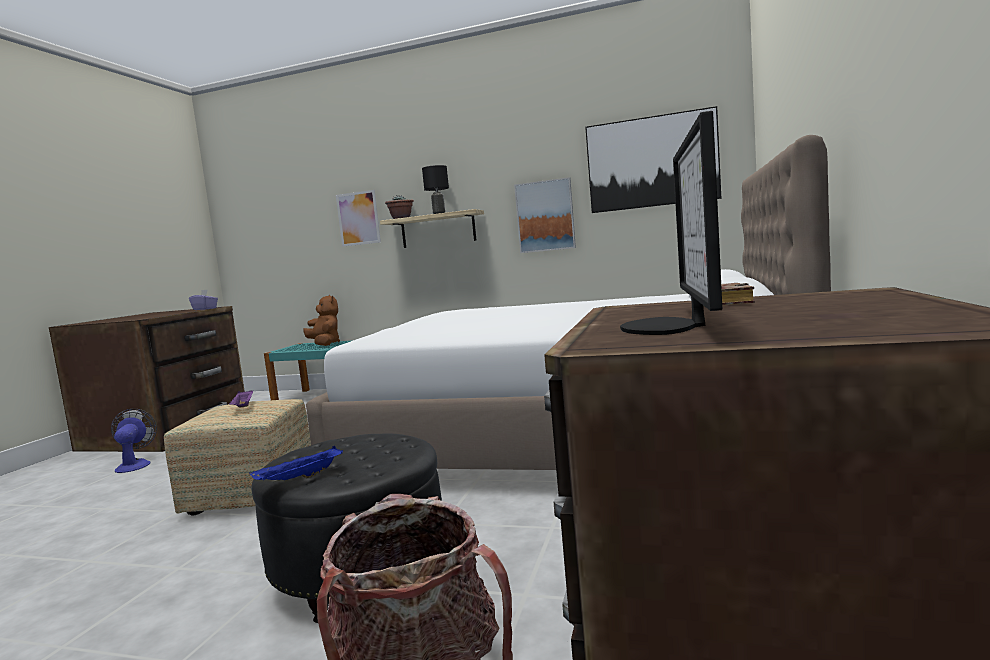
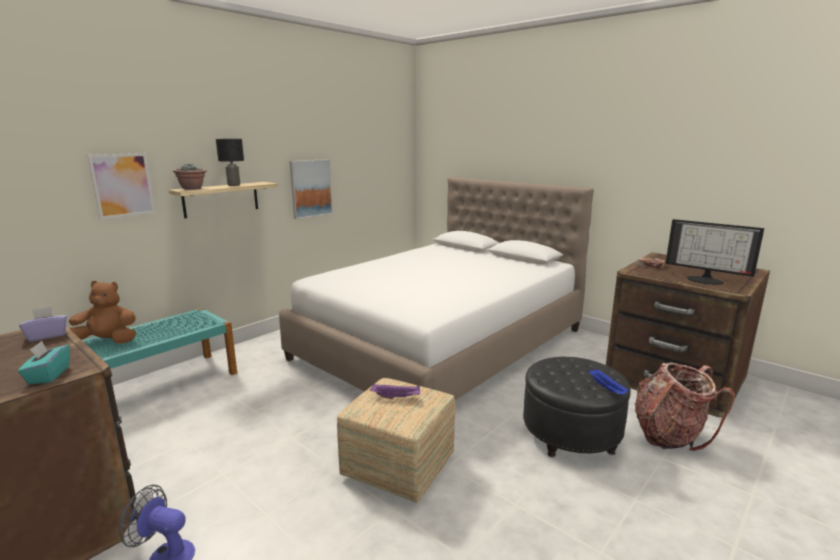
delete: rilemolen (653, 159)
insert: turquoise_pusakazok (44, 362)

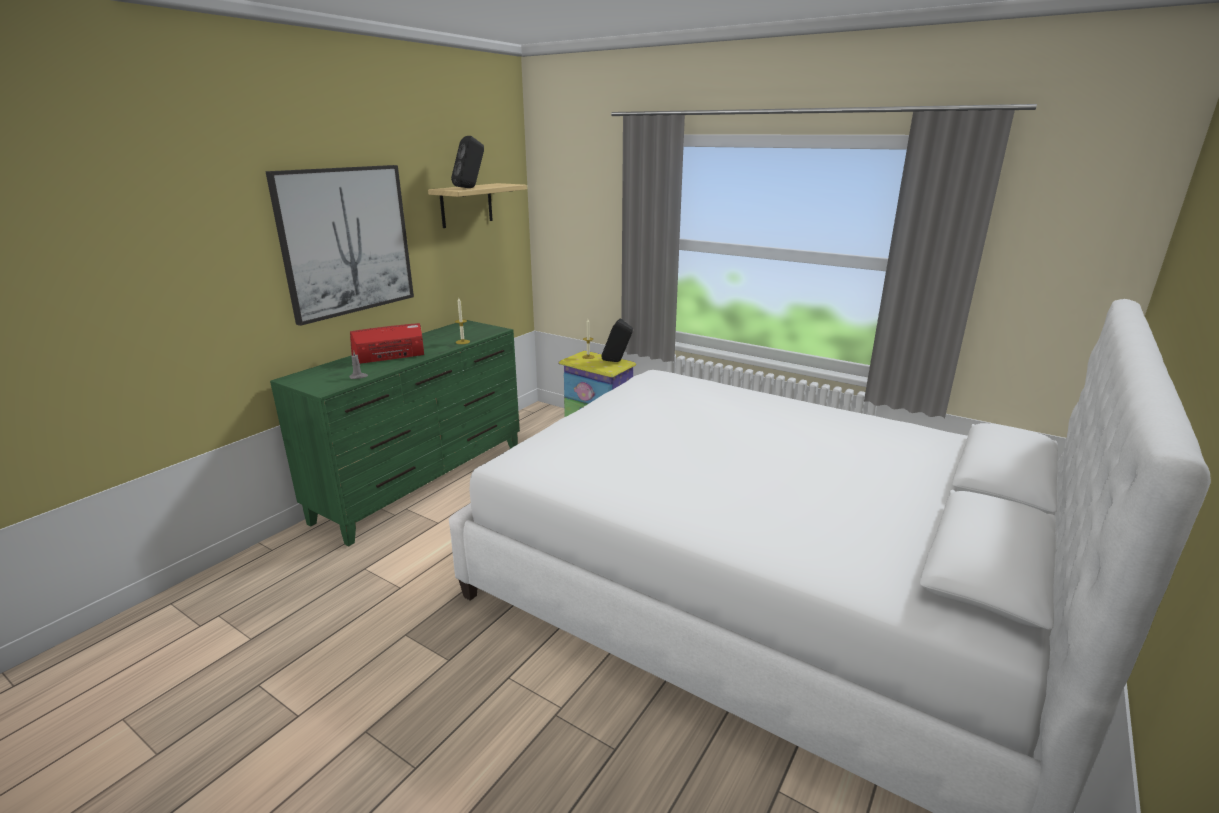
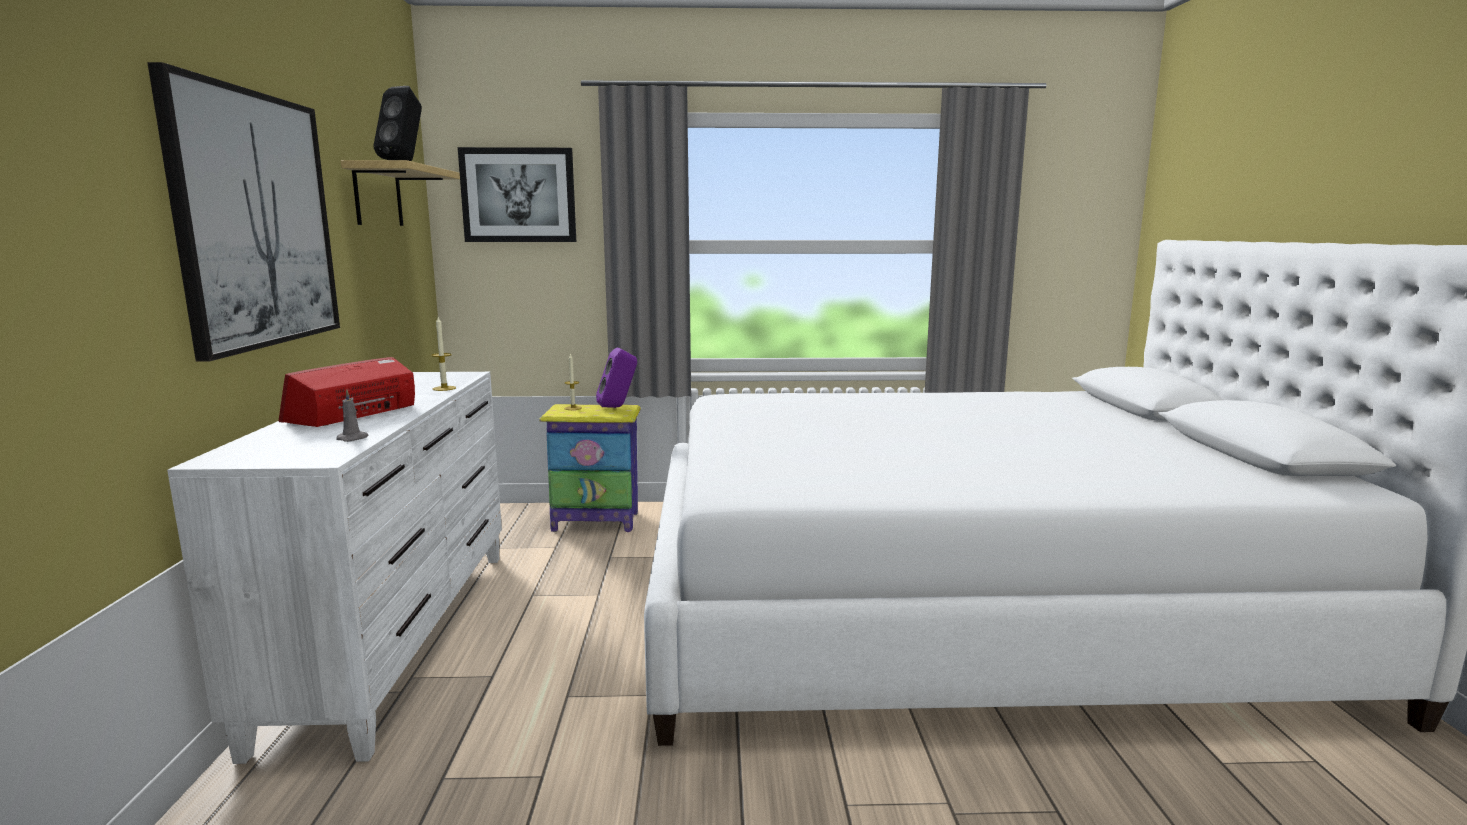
insert: rilemolen (517, 194)
recolor: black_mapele (617, 340) to purple_mapele (616, 378); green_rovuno (395, 433) to white_rovuno (334, 568)

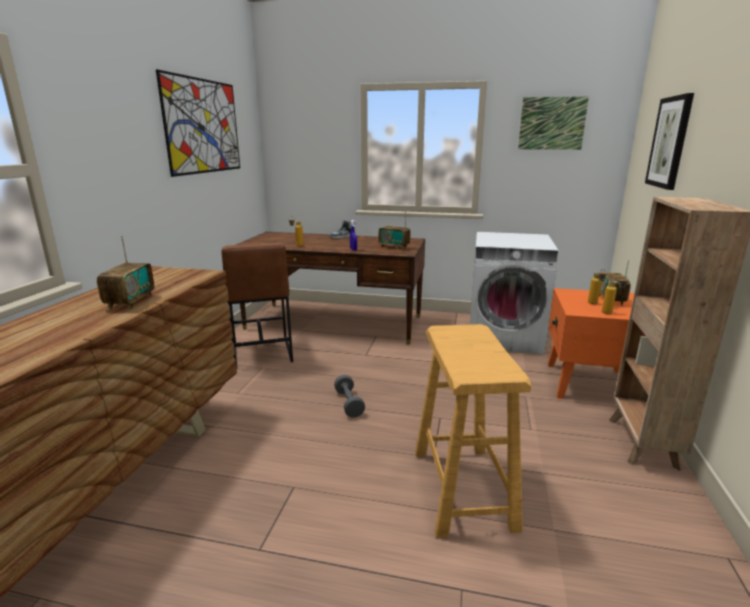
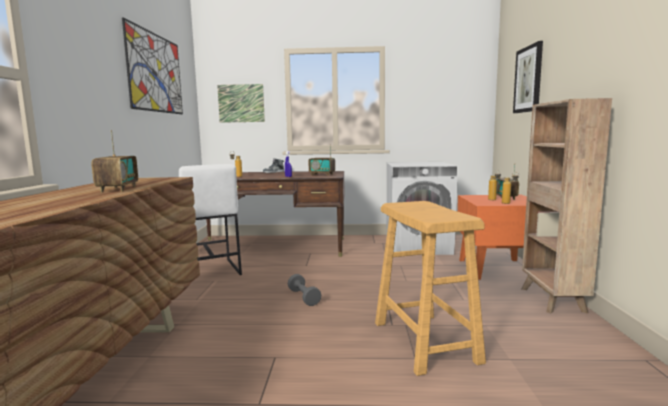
move: rilemolen (553, 123) to (241, 103)
recolor: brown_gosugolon (257, 305) to white_gosugolon (210, 219)

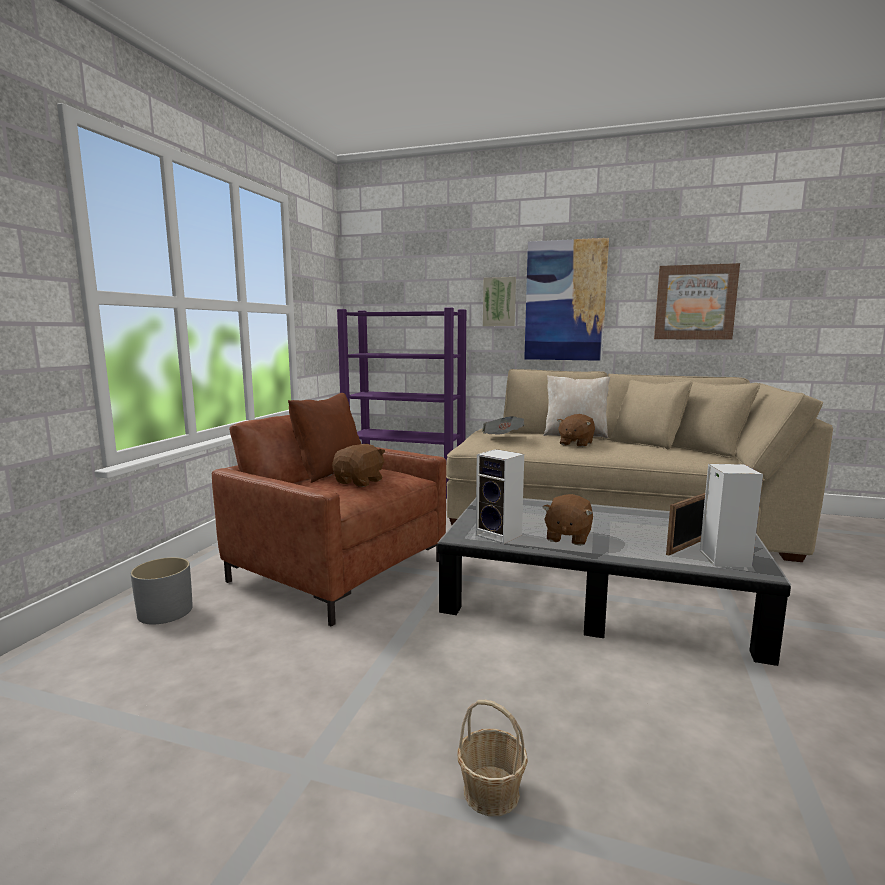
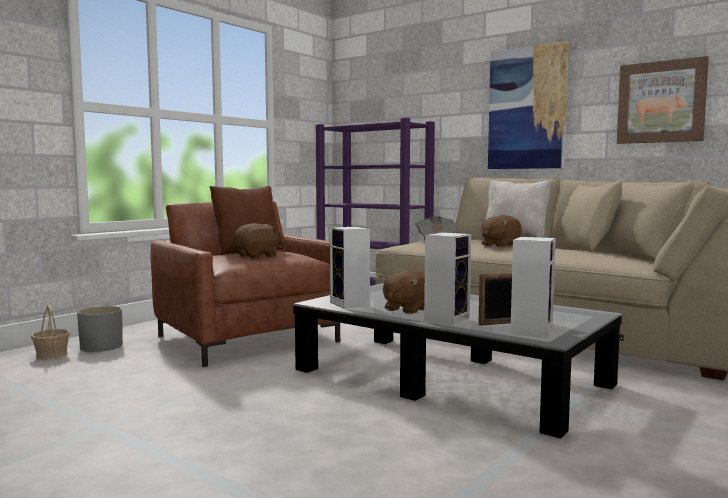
delete: rilemolen (499, 301)
insert: mapele (447, 279)
move: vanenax (493, 758) to (50, 332)

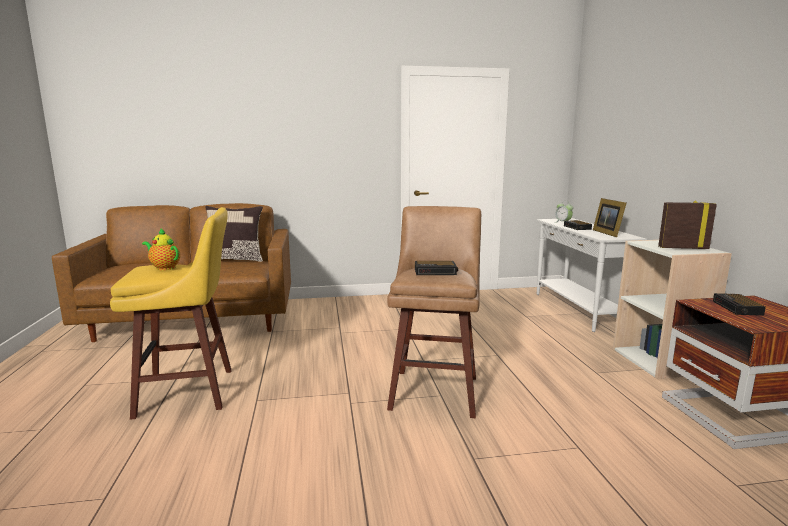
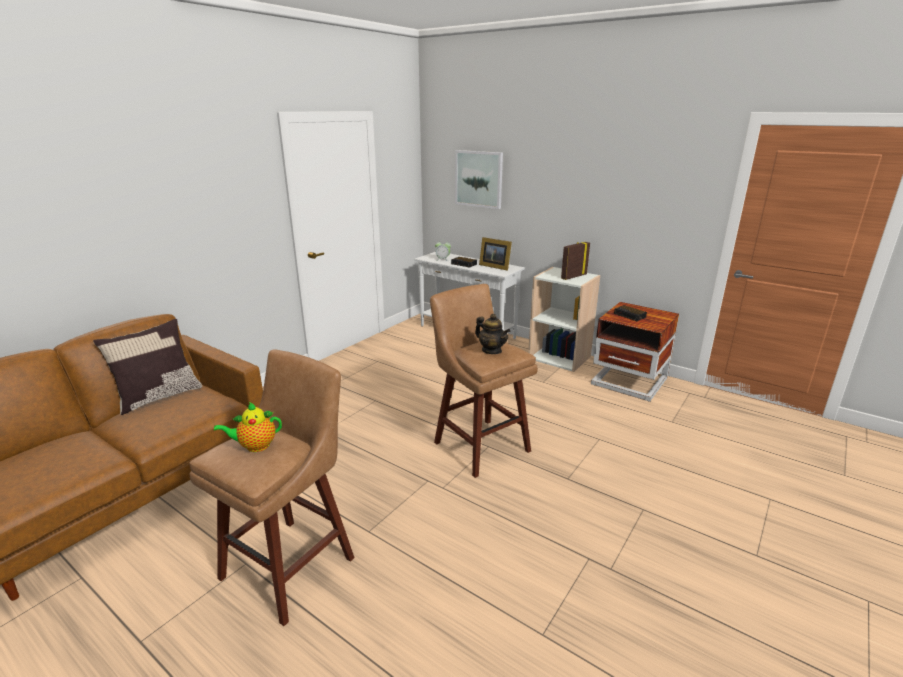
insert: rilemolen (479, 179)
replace: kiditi (436, 268) to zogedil (492, 334)
recolor: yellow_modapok (171, 313) to brown_modapok (272, 488)

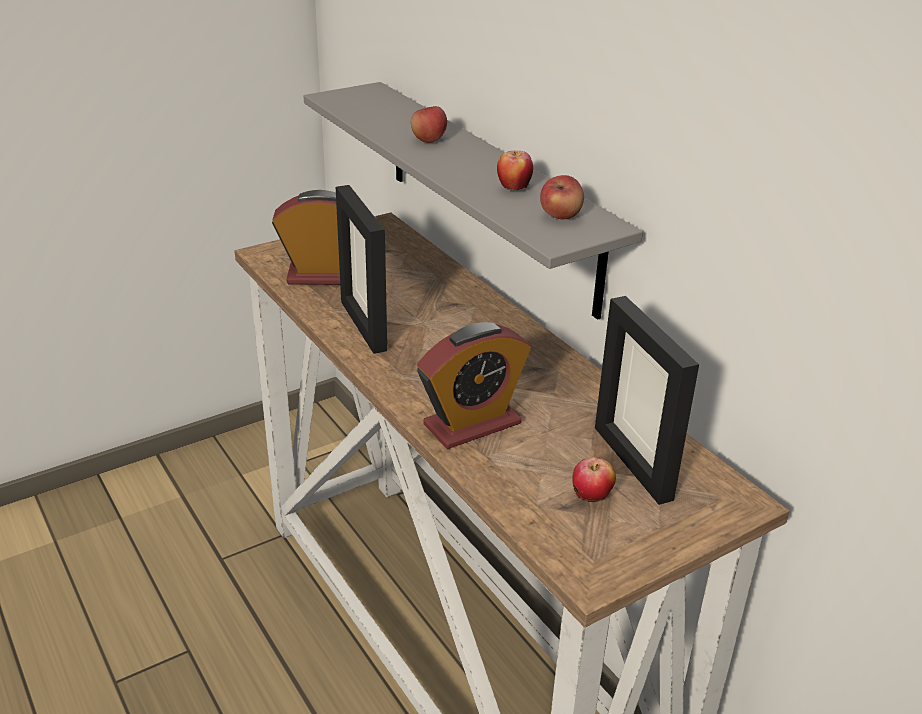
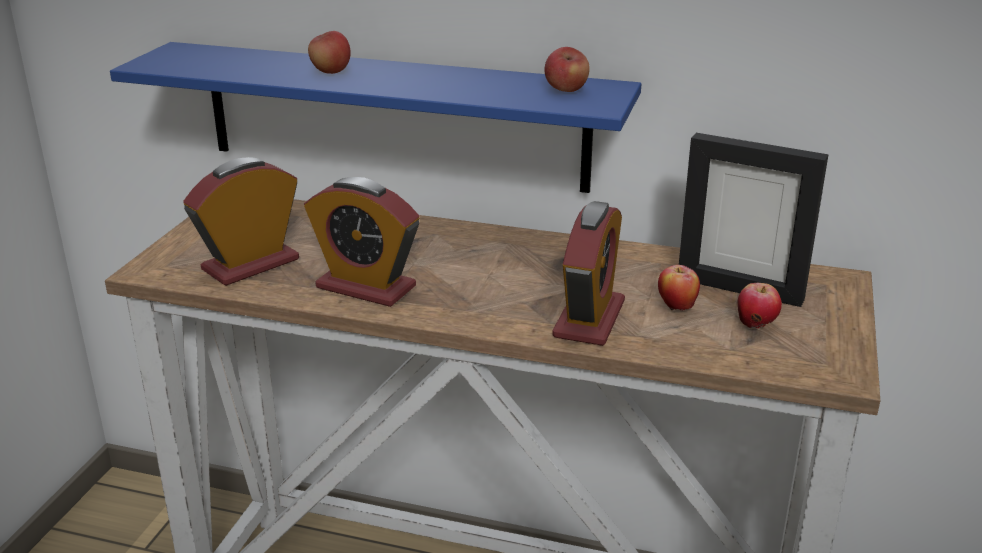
move: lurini (515, 171) to (679, 288)
replace: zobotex (361, 269) to kiditi (361, 242)
recolor: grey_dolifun (473, 201) to blue_dolifun (375, 117)

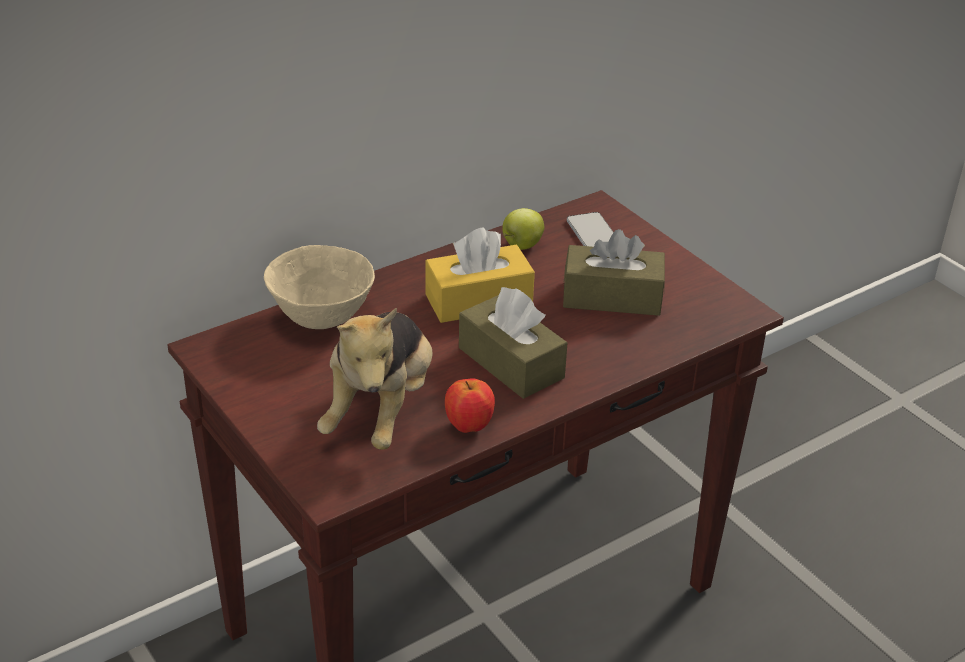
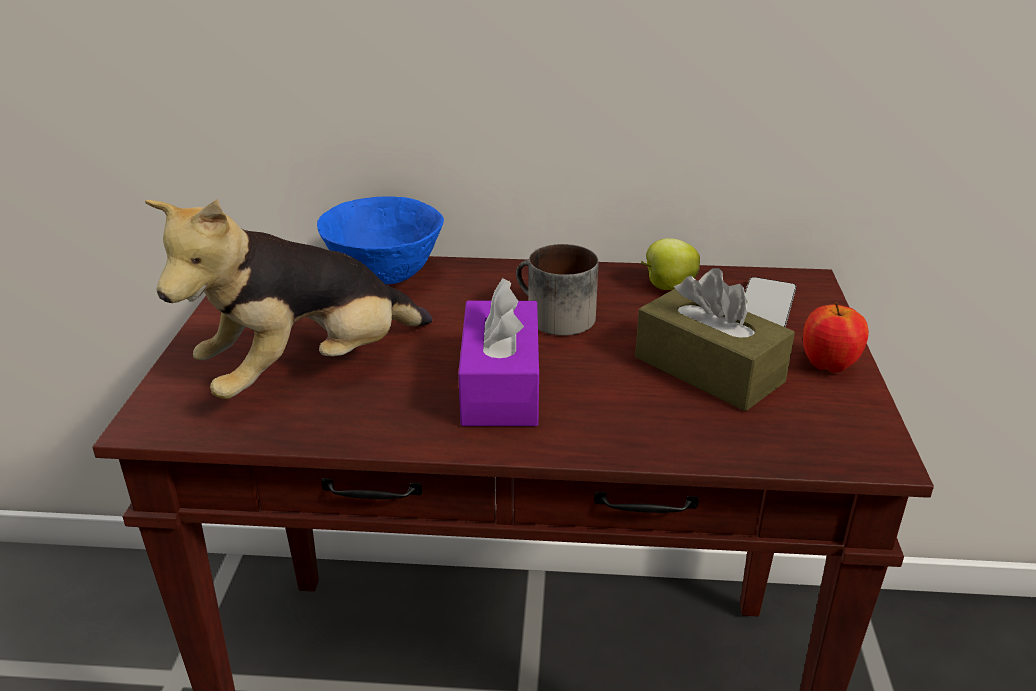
move: lurini (470, 405) to (836, 337)
replace: yellow_pusakazok (480, 275) to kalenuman (557, 290)
recolor: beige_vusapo (319, 287) to blue_vusapo (380, 240); brown_pusakazok (513, 343) to purple_pusakazok (498, 352)

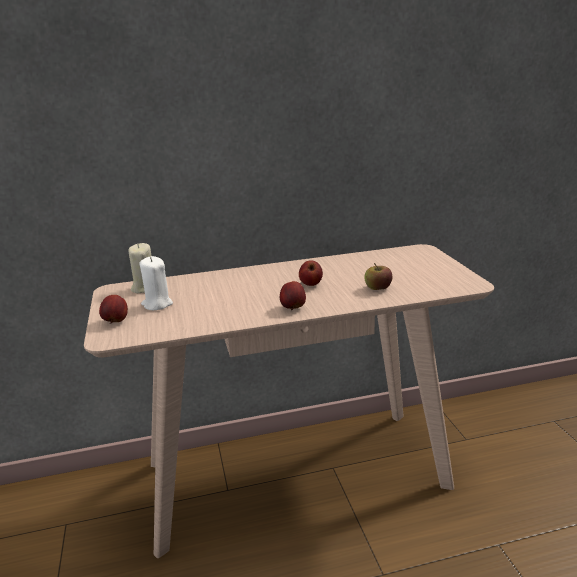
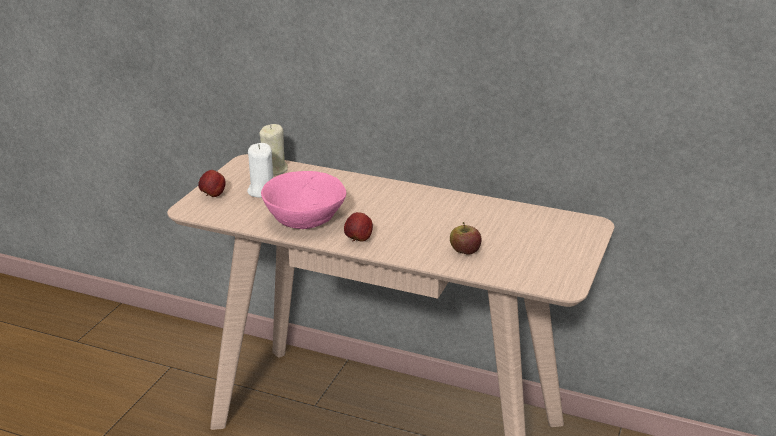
delete: lurini (311, 273)
insert: pink_vusapo (303, 200)

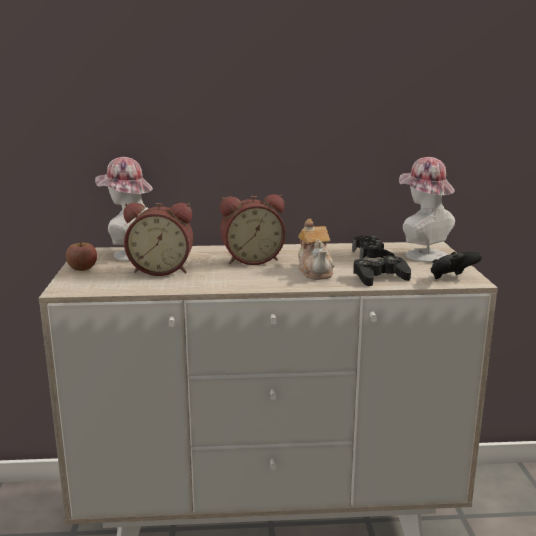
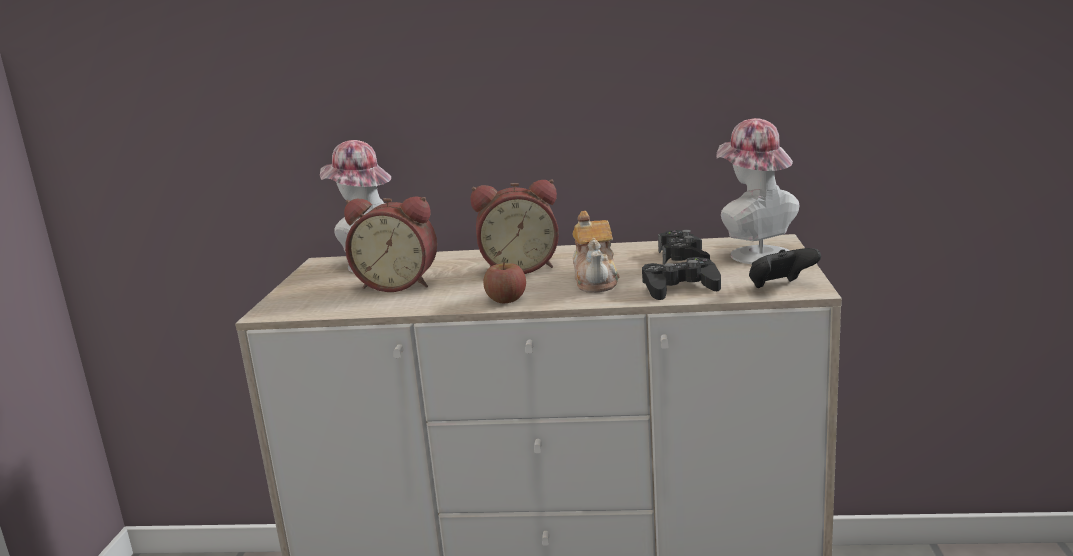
move: lurini (81, 256) to (504, 282)

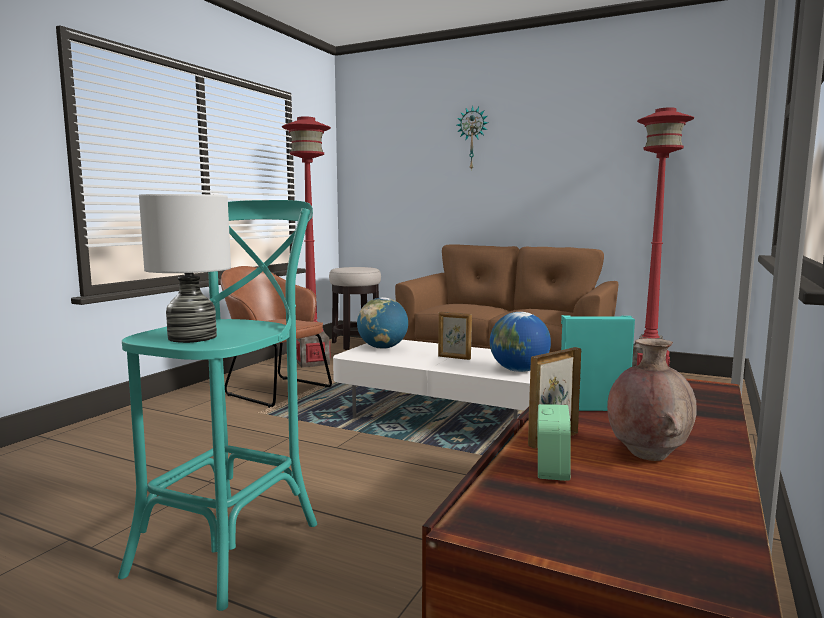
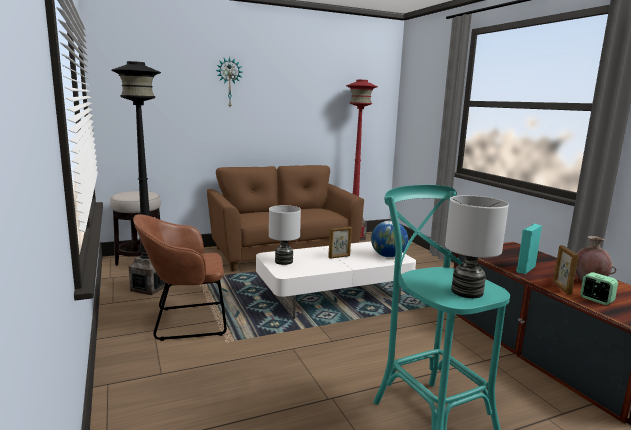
replace: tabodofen (382, 323) to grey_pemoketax (285, 235)
recolor: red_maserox (306, 242) to black_maserox (139, 178)

